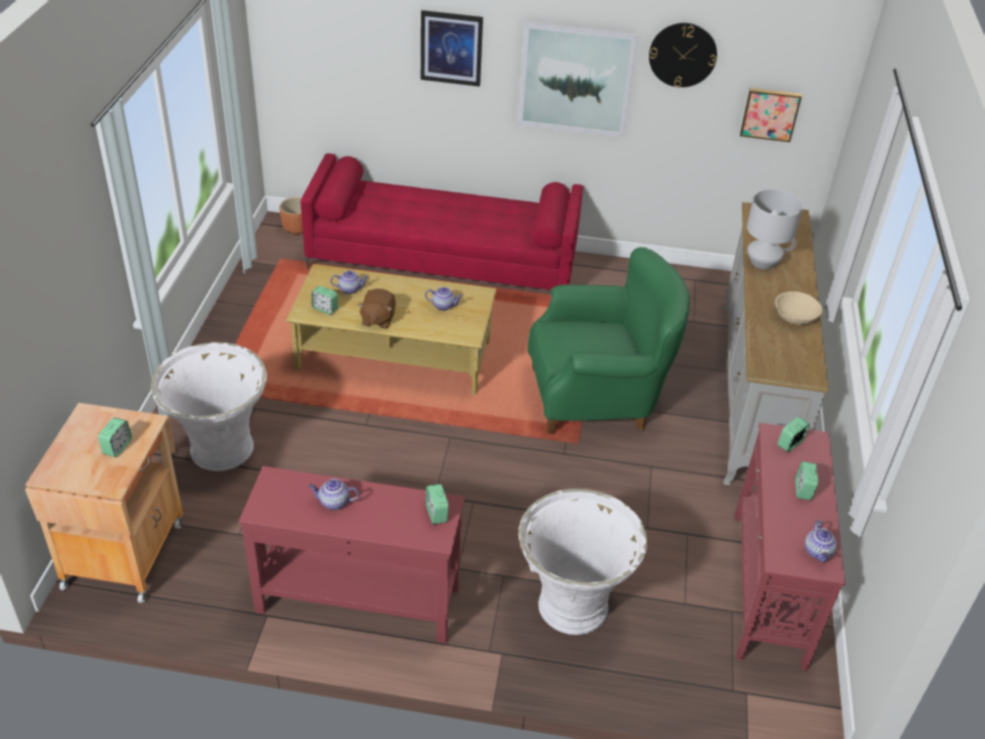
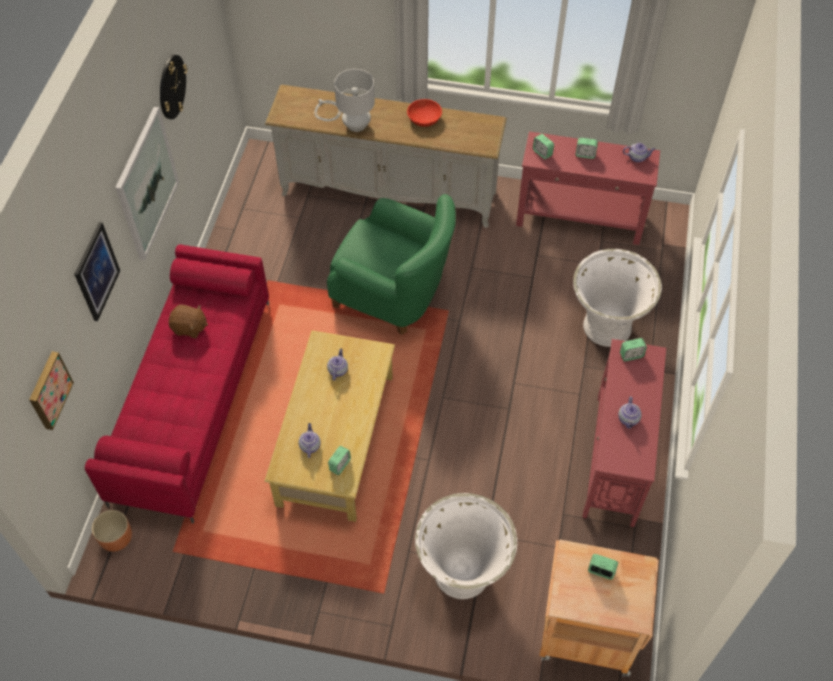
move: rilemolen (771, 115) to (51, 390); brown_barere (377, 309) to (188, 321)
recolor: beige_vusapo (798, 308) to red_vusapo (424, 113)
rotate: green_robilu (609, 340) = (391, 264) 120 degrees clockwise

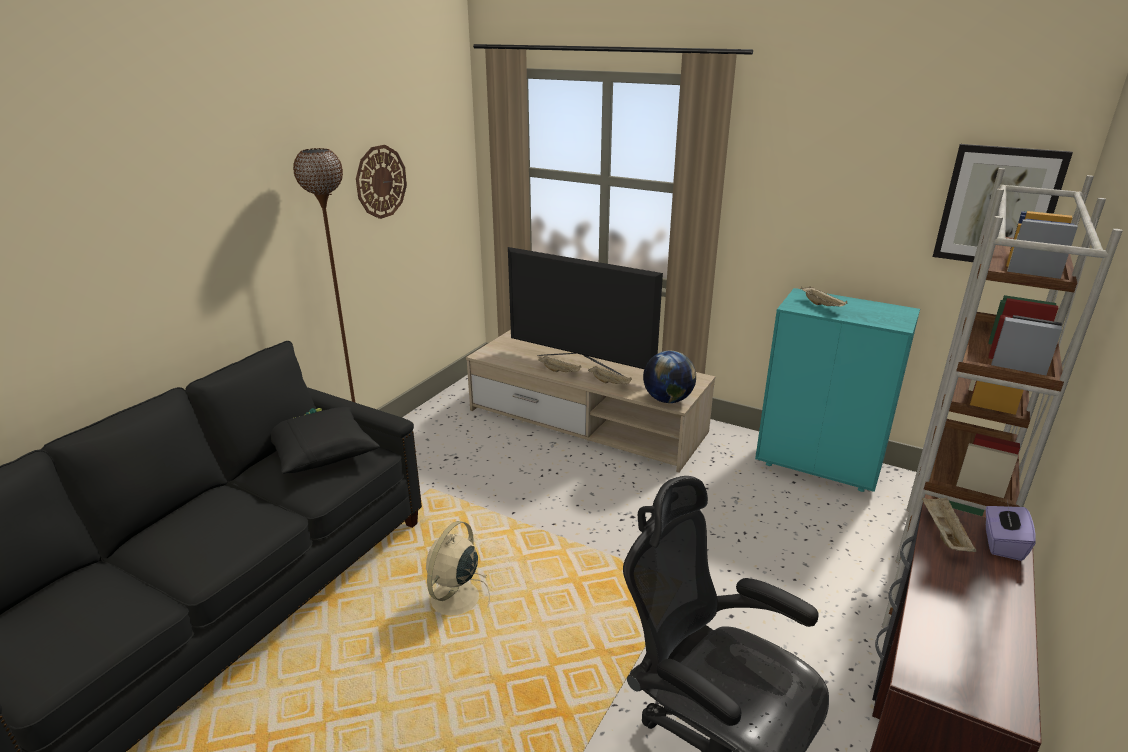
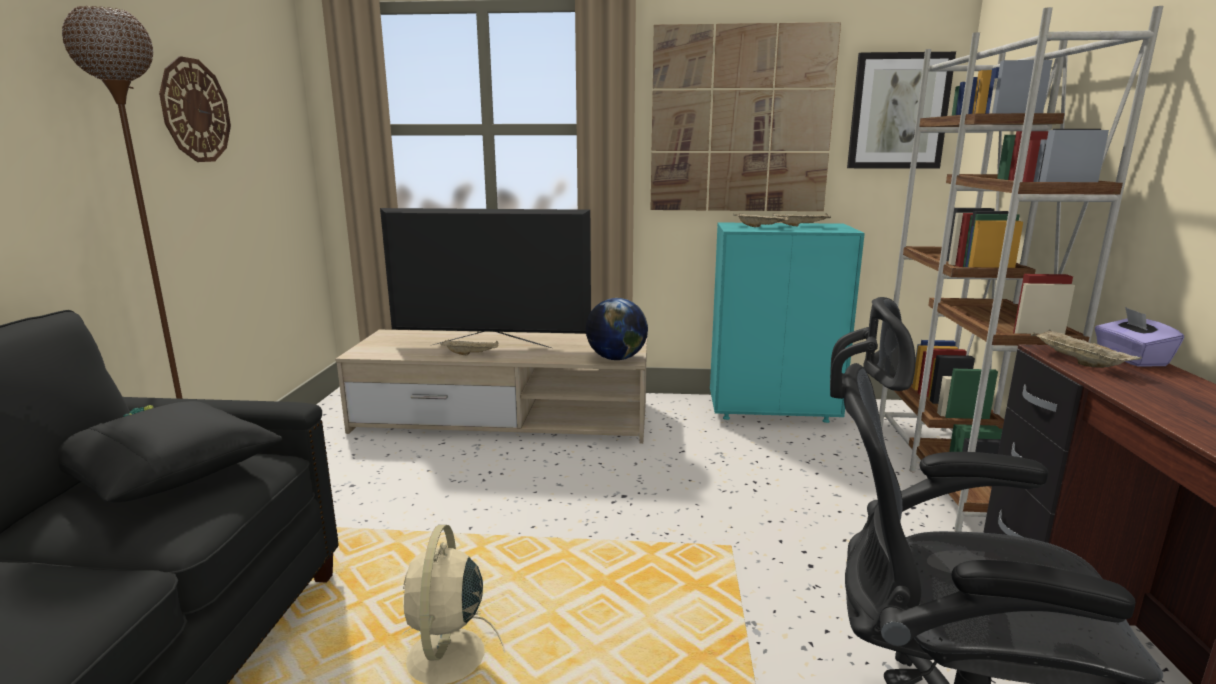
insert: rilemolen (745, 116)
move: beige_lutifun (610, 375) to (801, 219)

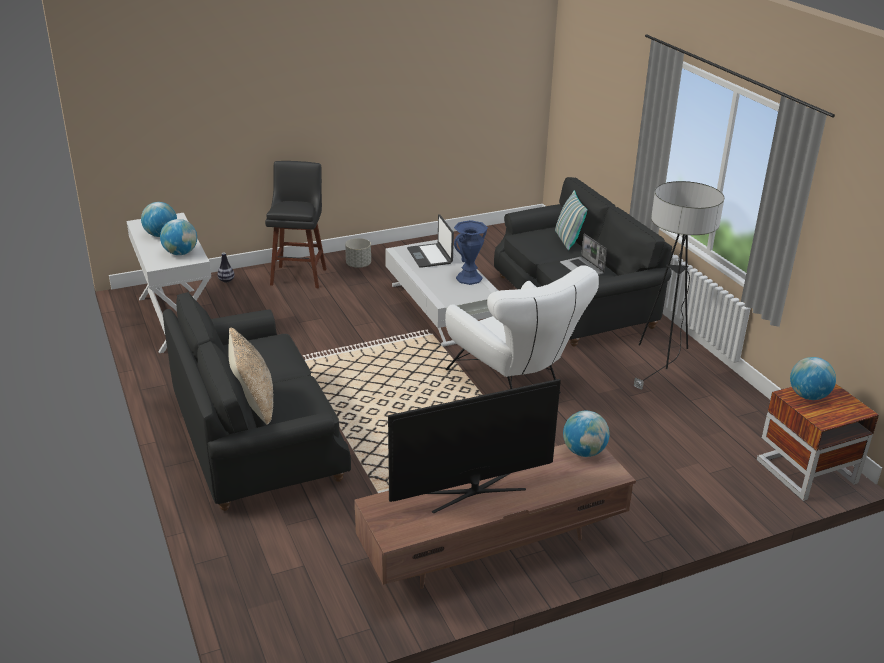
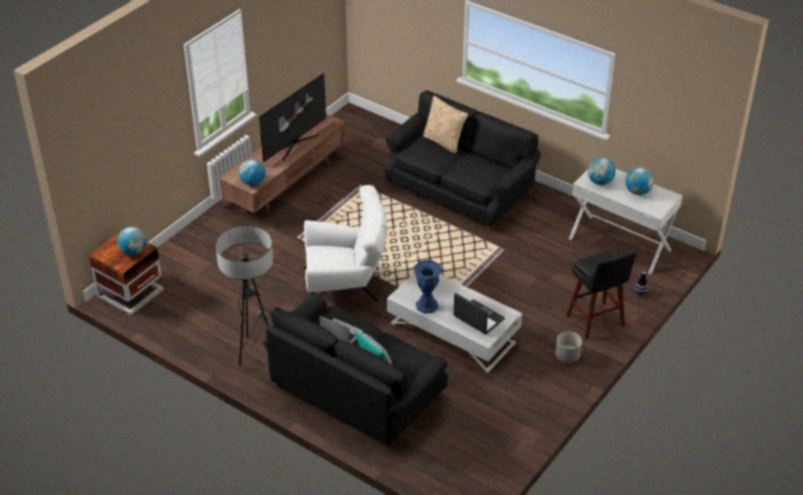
rotate: white_robilu (522, 329) = (346, 243) 150 degrees clockwise

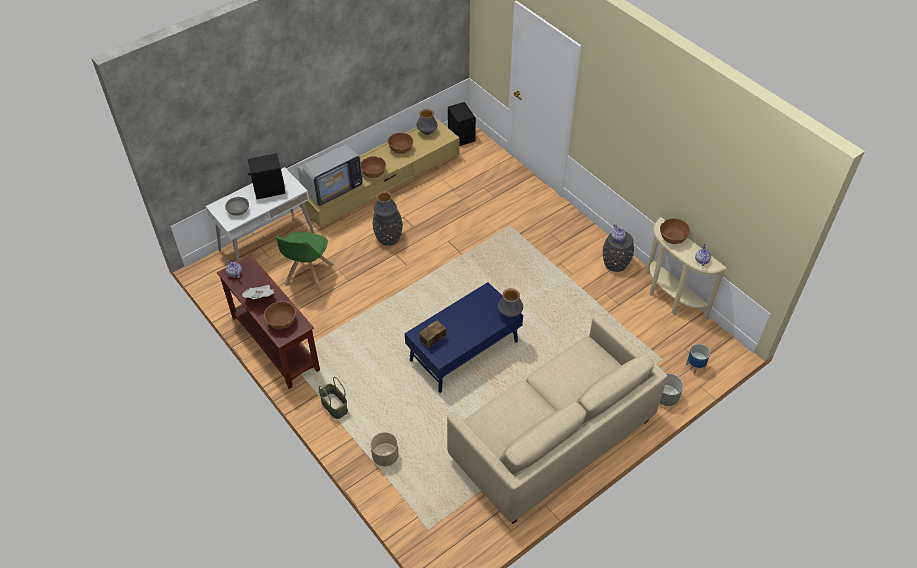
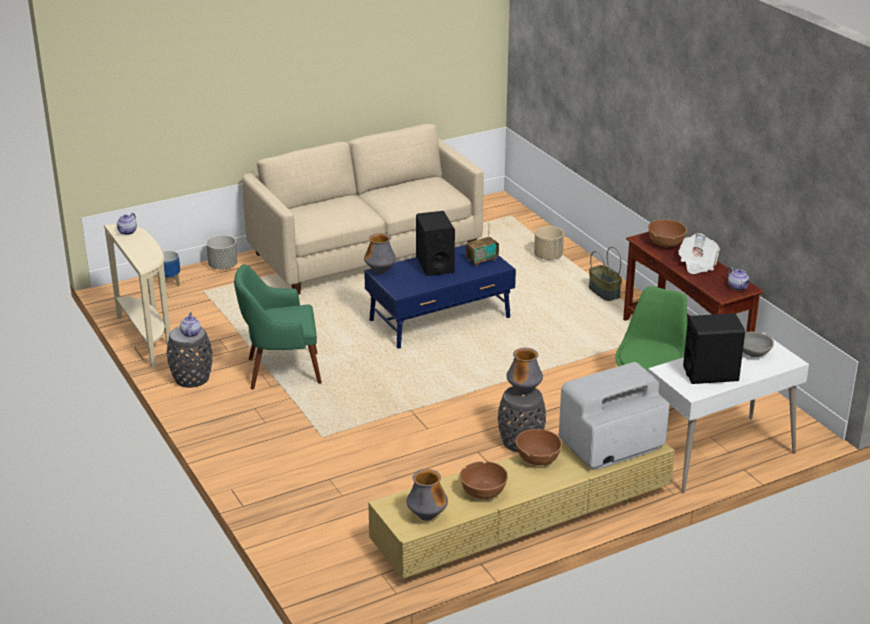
delete: brown_vusapo (675, 231)
insert: green_robilu (278, 326)
move: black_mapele (462, 124) to (435, 243)

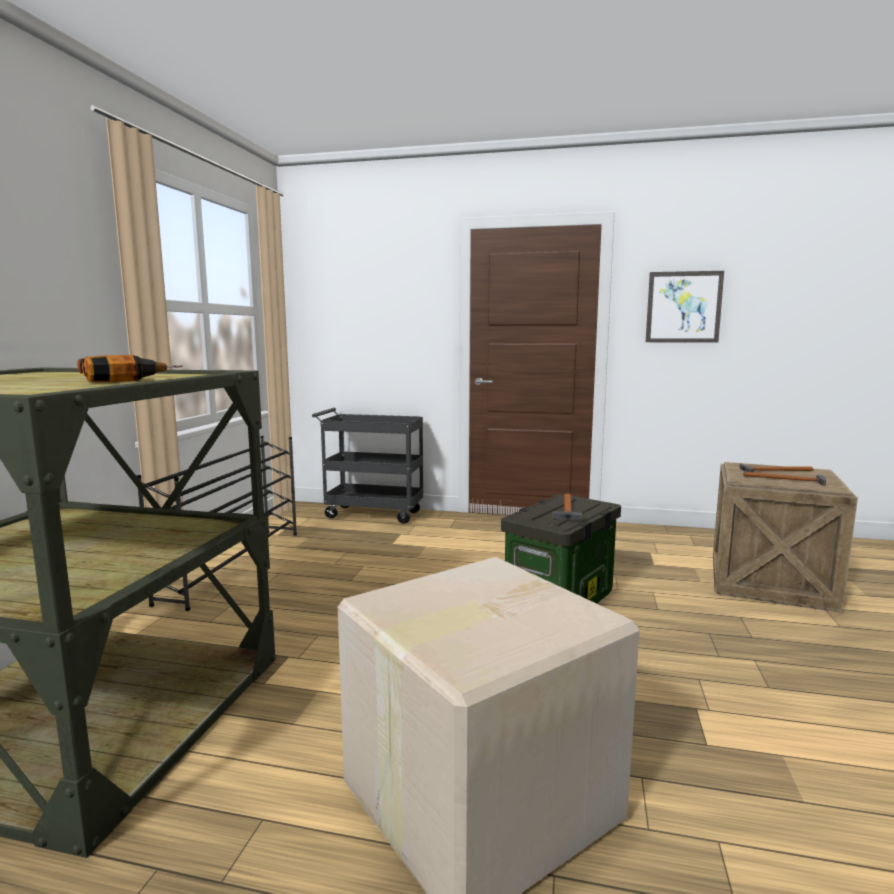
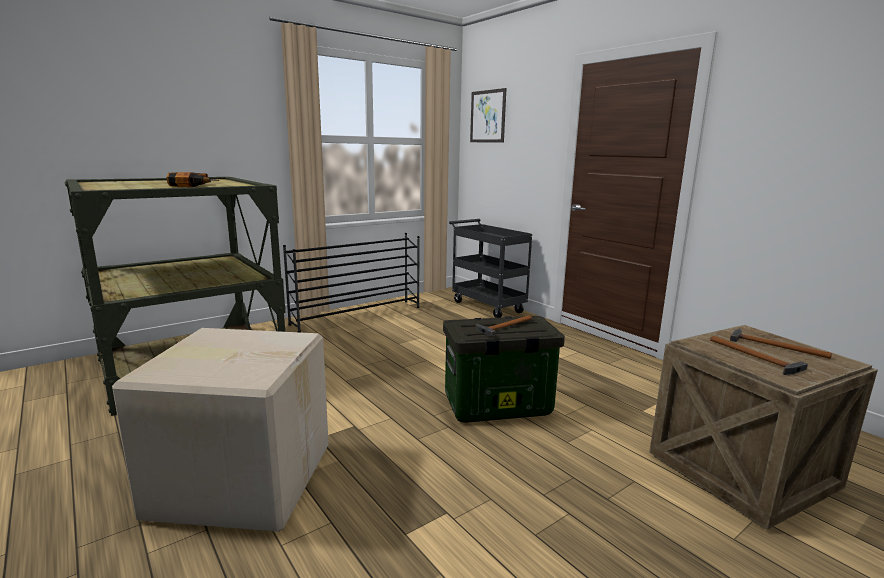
move: rilemolen (685, 307) to (488, 115)

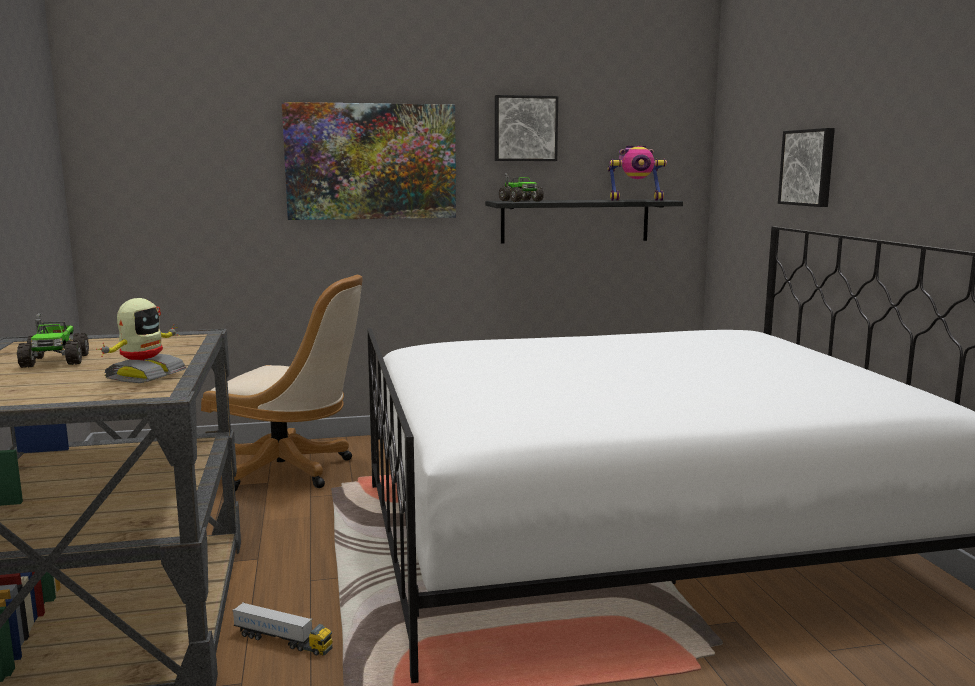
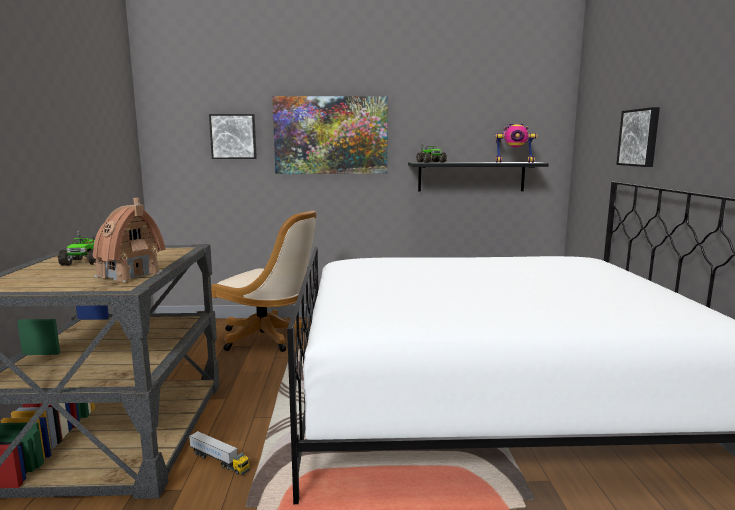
move: rilemolen (526, 128) to (233, 136)
replace: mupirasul (141, 340) to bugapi (129, 240)

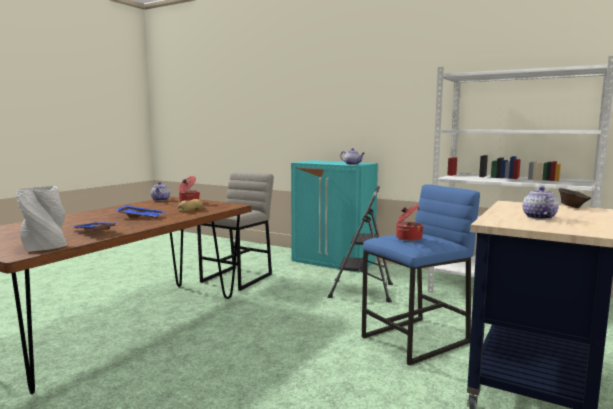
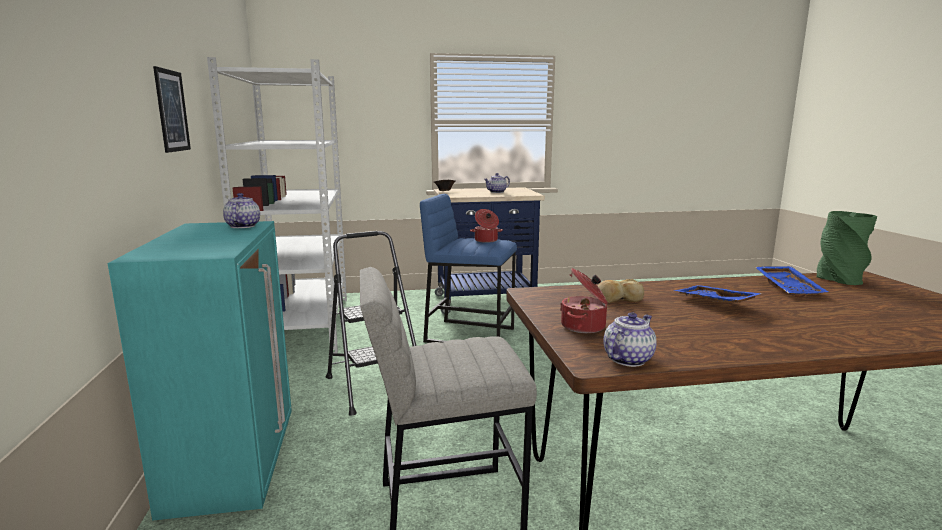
insert: rilemolen (172, 109)
recolor: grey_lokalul (41, 219) to green_lokalul (847, 248)

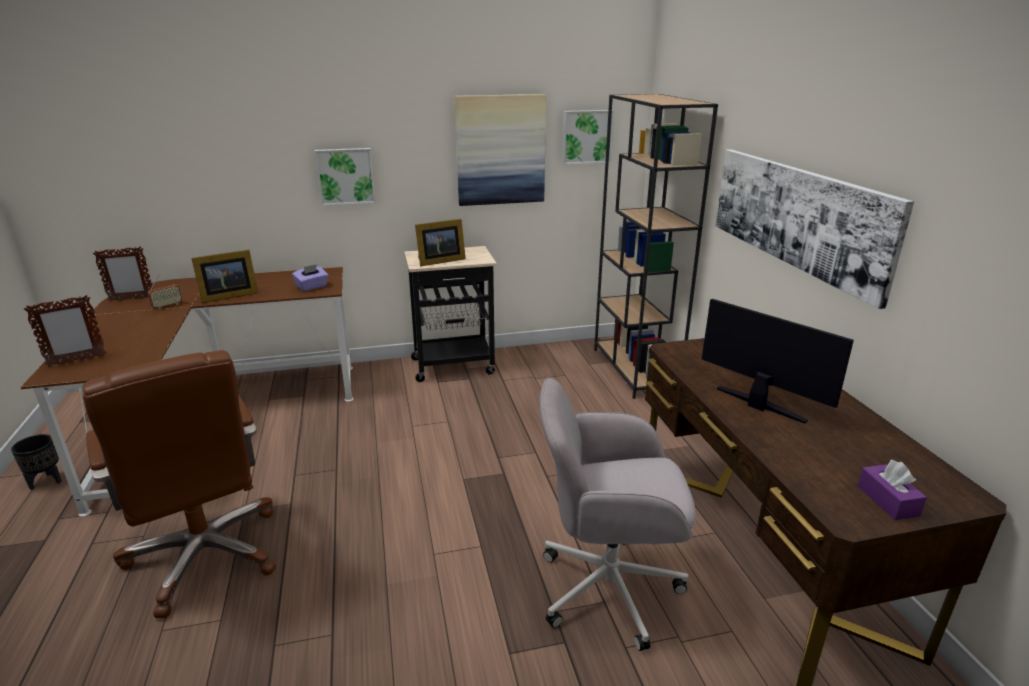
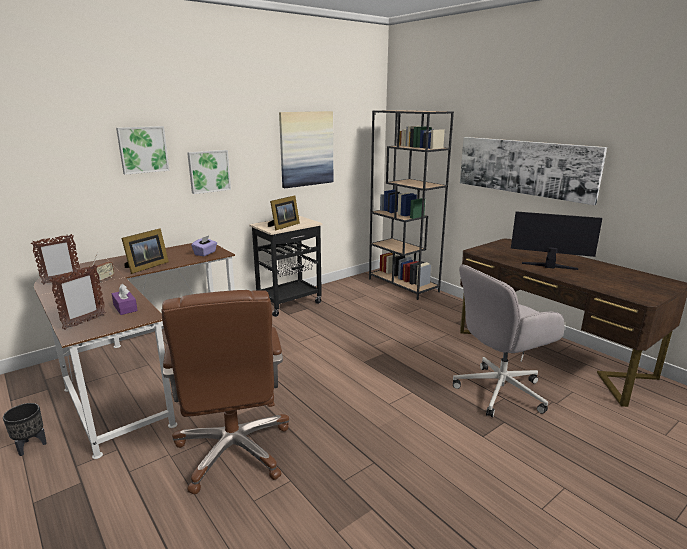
move: rilemolen (588, 137) to (143, 150); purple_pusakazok (892, 490) to (124, 299)
rotate: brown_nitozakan (179, 484) = (225, 392) 45 degrees clockwise

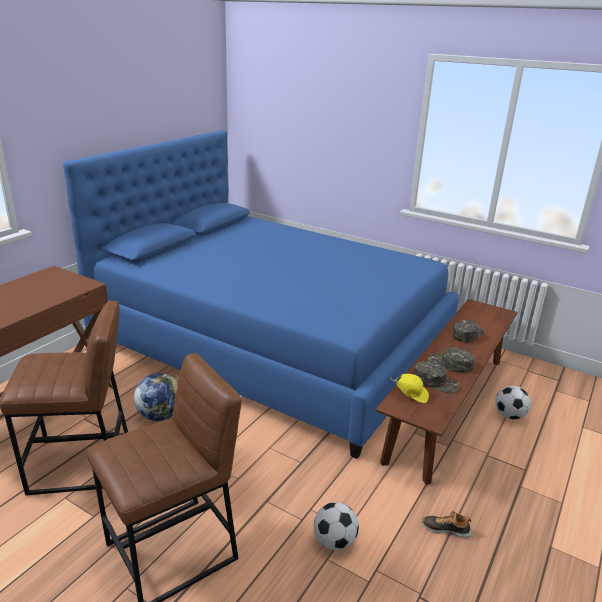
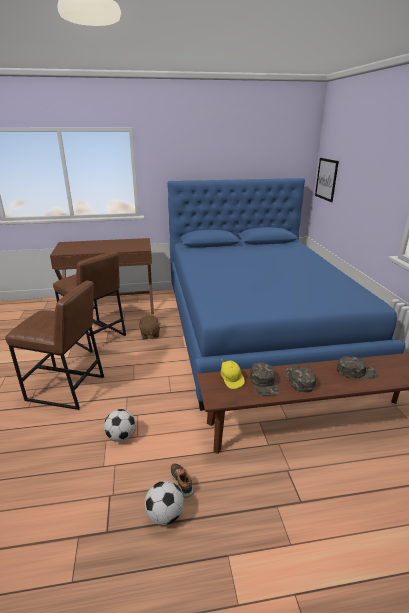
insert: rilemolen (327, 180)
move: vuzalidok (513, 402) to (164, 503)
replace: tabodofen (156, 397) to brown_barere (150, 327)

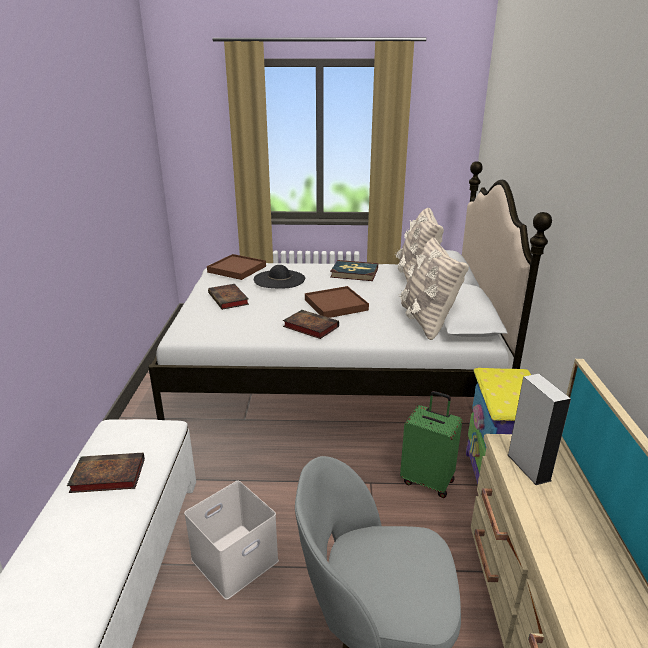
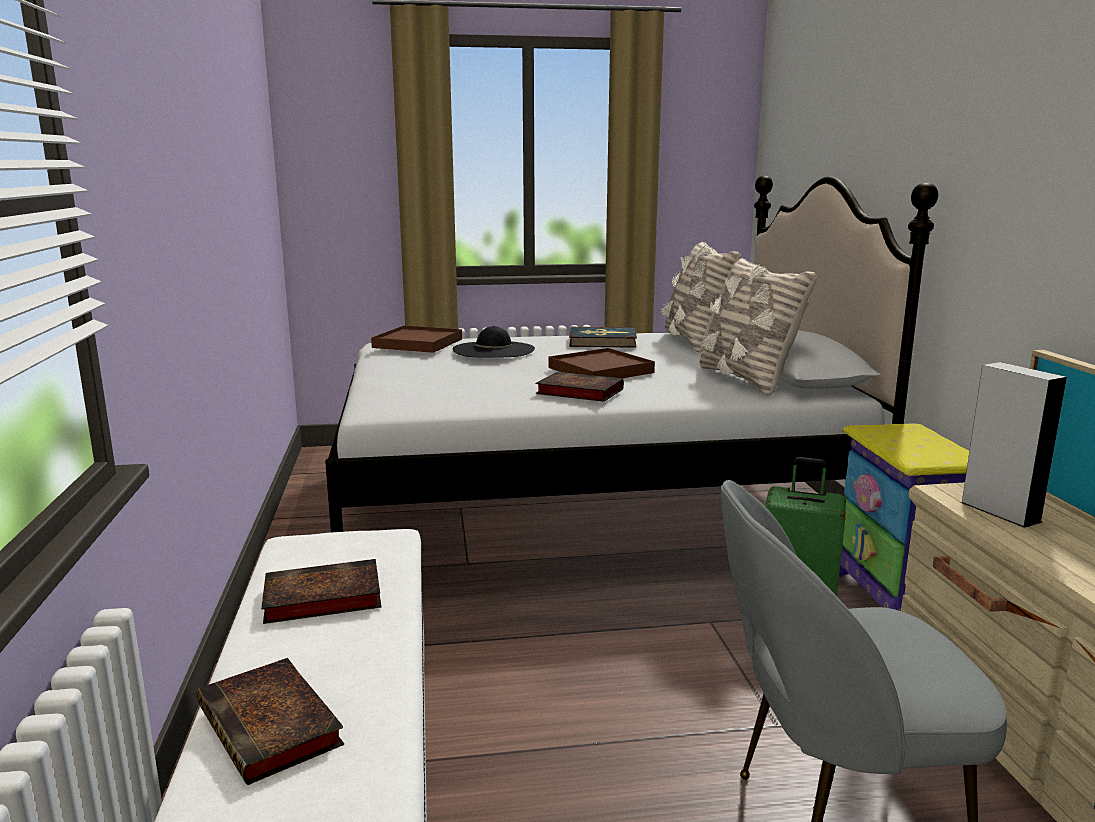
delete: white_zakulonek (231, 540)
move: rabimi (228, 297) to (270, 721)

